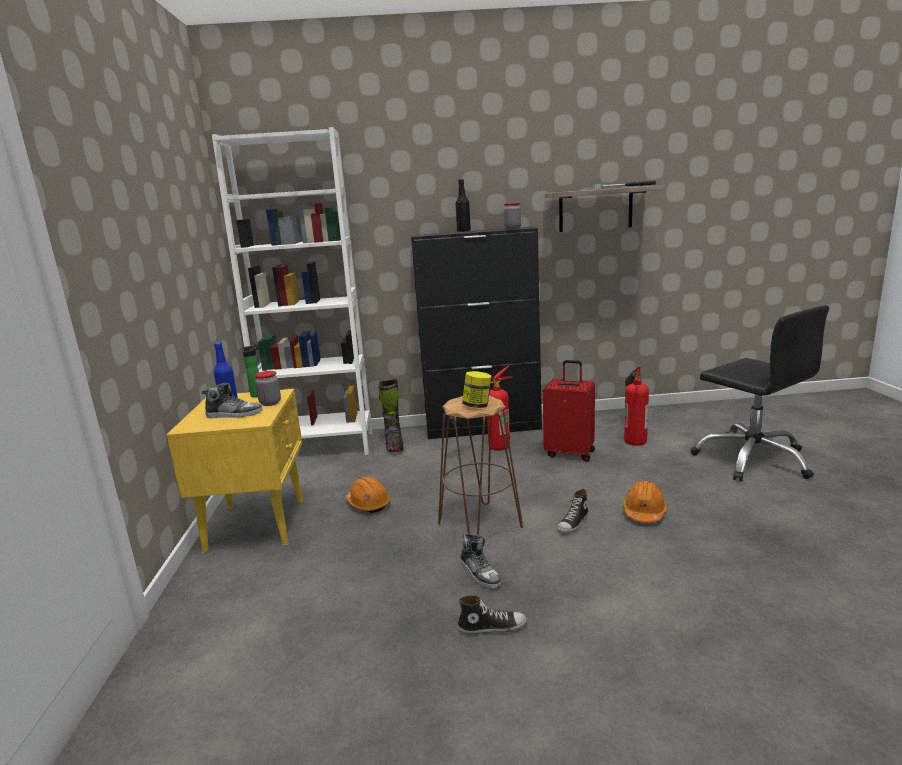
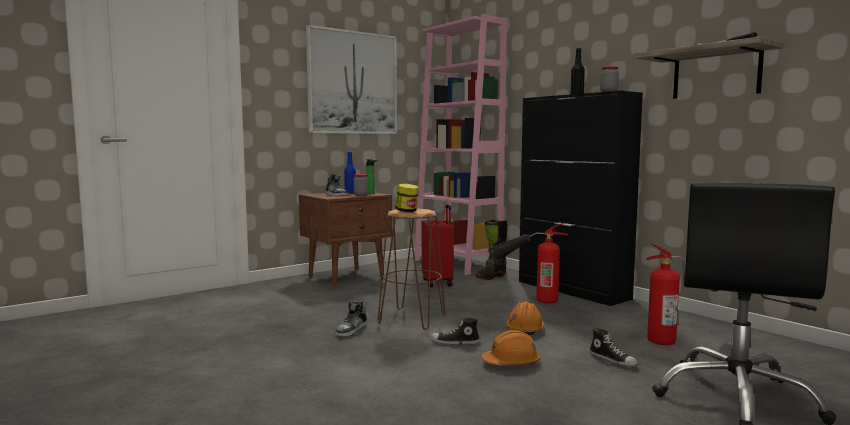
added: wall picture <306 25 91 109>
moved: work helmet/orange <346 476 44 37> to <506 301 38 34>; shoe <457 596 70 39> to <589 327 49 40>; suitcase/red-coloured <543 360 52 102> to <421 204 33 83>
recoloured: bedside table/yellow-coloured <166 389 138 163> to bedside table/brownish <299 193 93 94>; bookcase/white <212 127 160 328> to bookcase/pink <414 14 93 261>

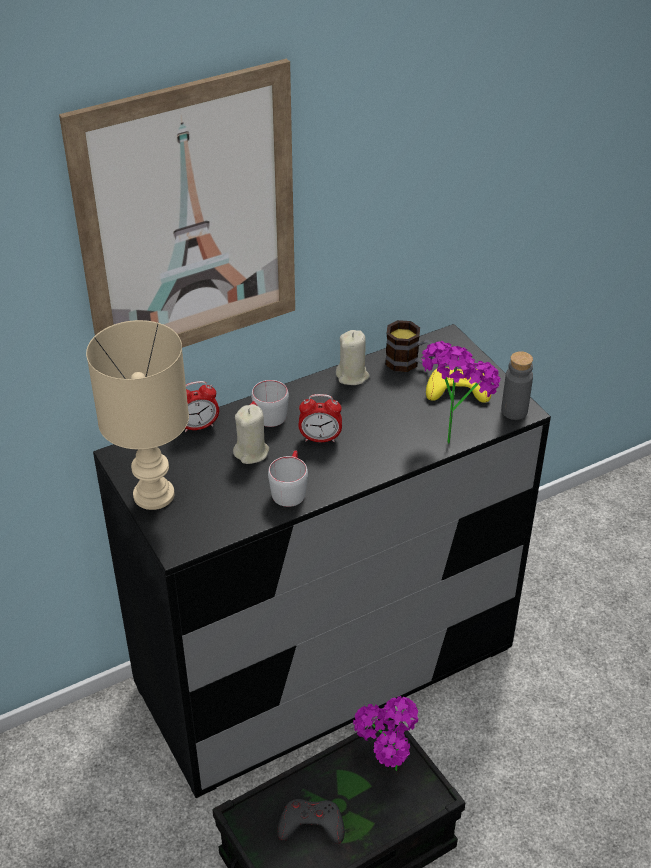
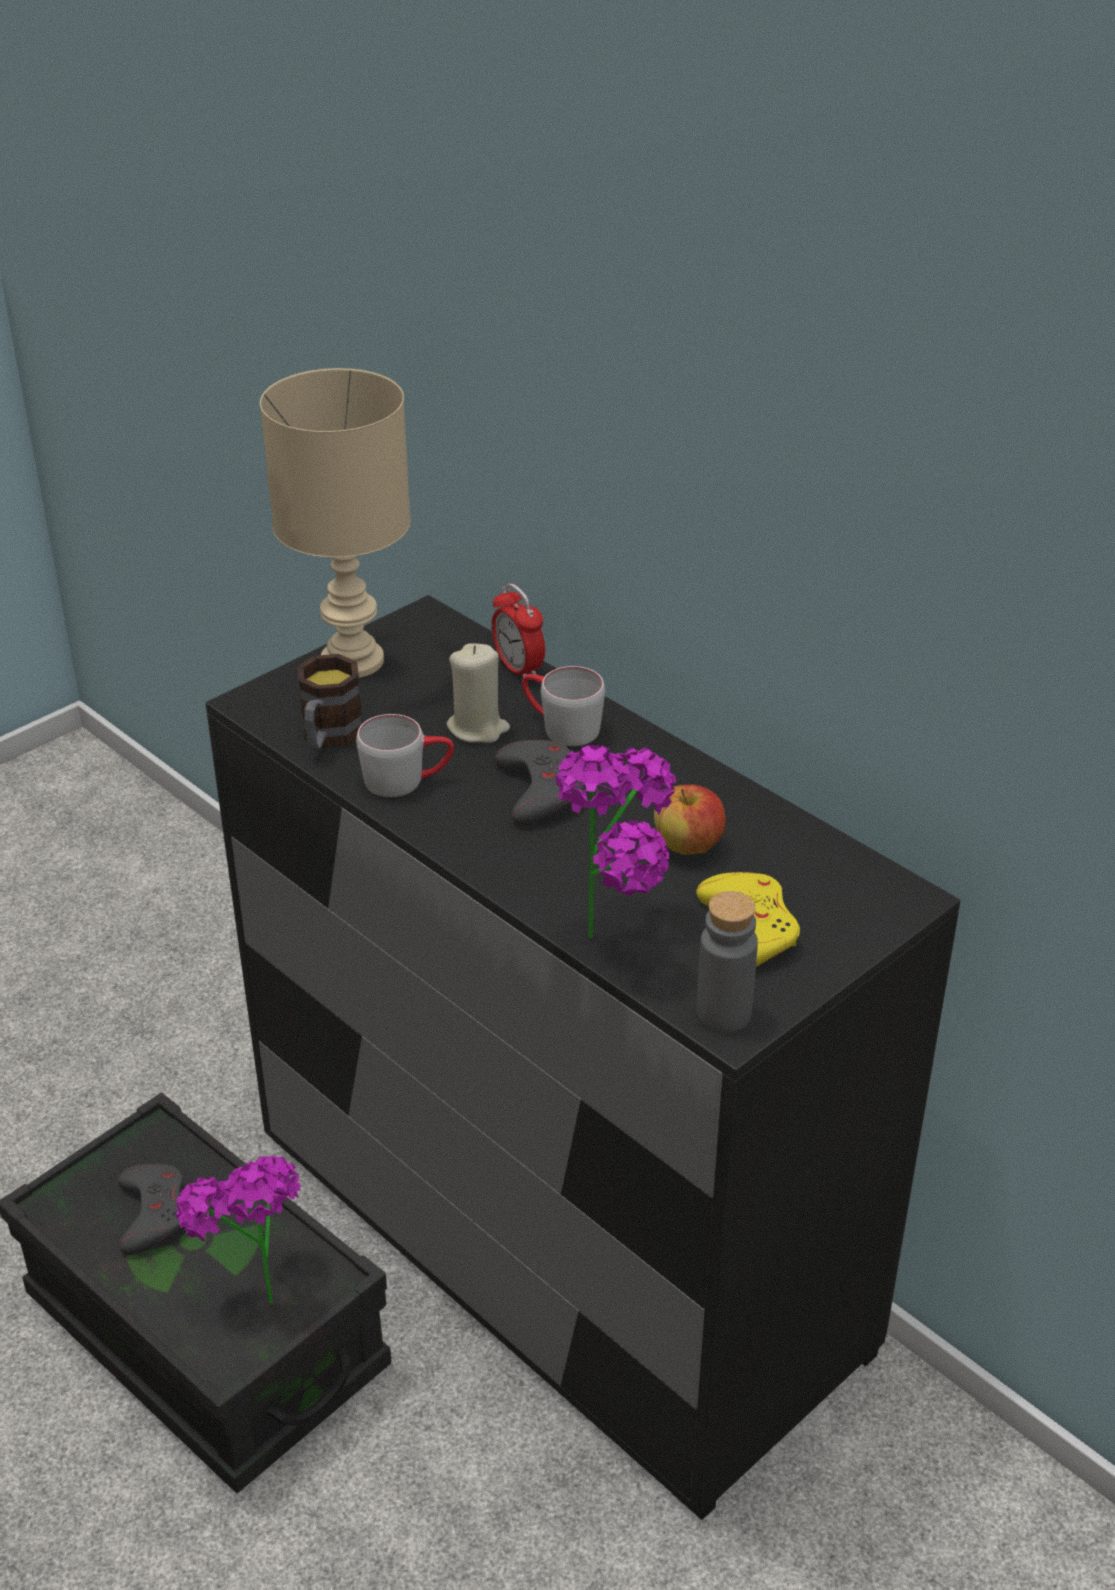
removed: wall picture <59 59 236 289>; wax candle/beige-coloured <336 330 33 55>
added: apple <654 784 72 71>
moved: coffee mug <385 320 48 52> to <297 654 65 96>
replaced: alarm clock <298 394 44 48> to joypad/grey <495 740 88 86>

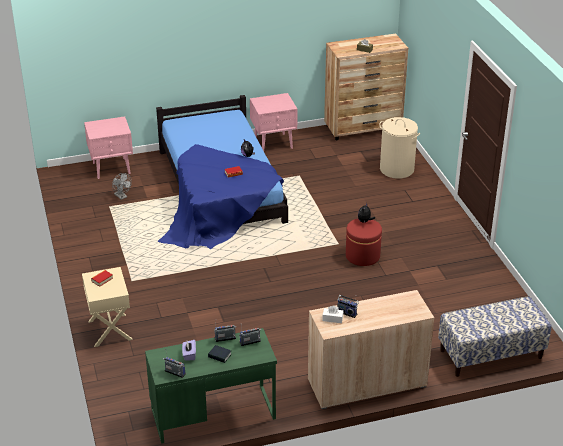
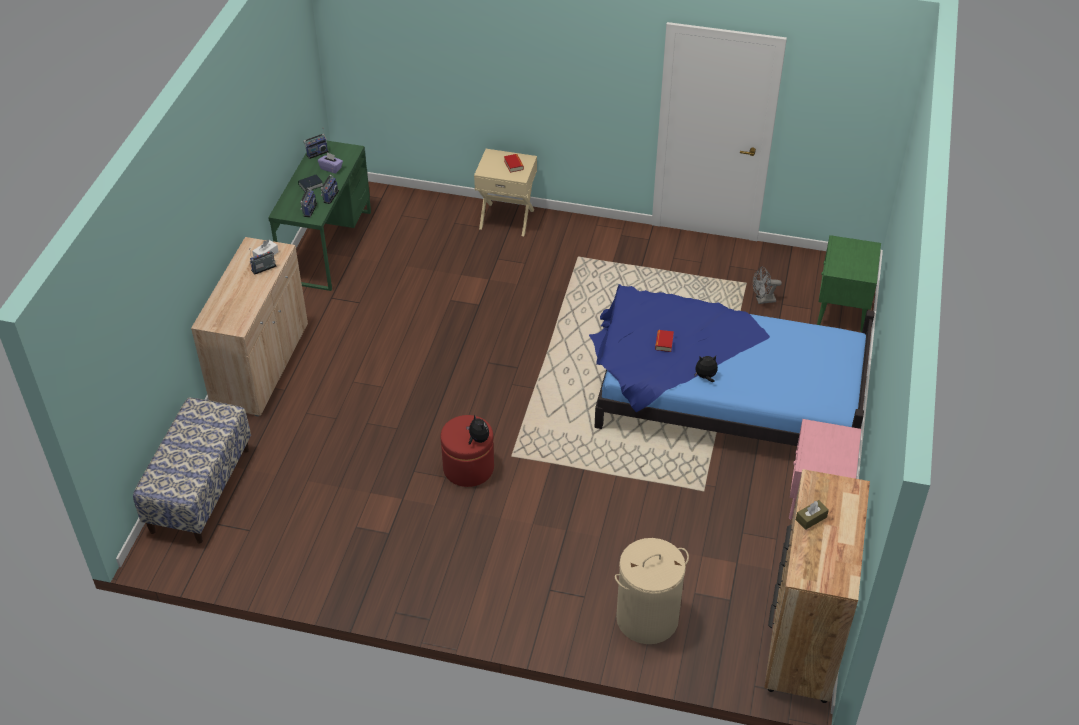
recoloured: bedside table/pink <84 116 49 63> to bedside table/green-coloured <817 235 64 97>

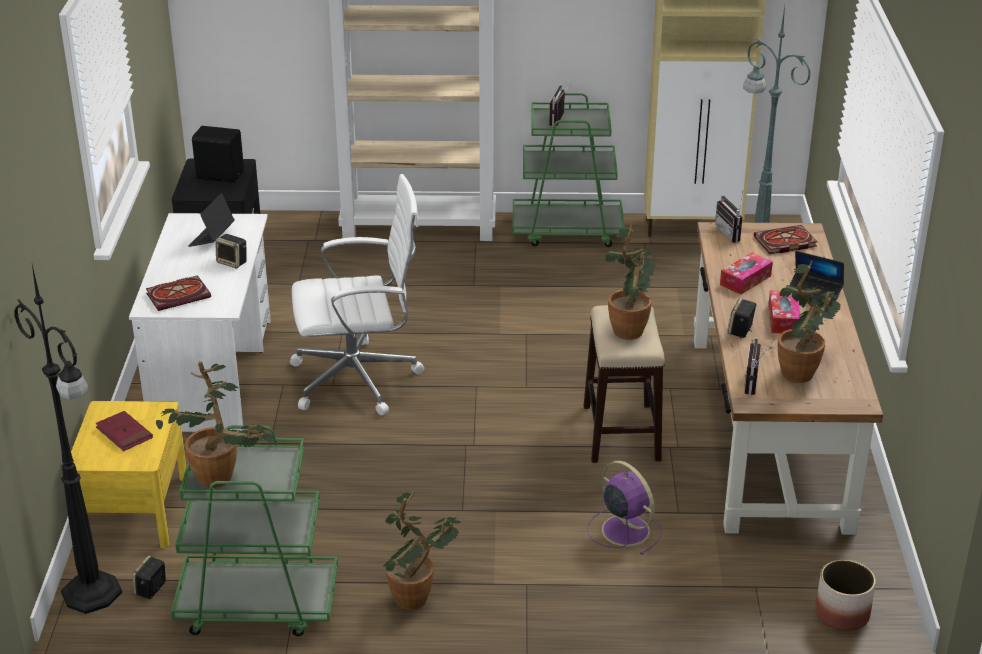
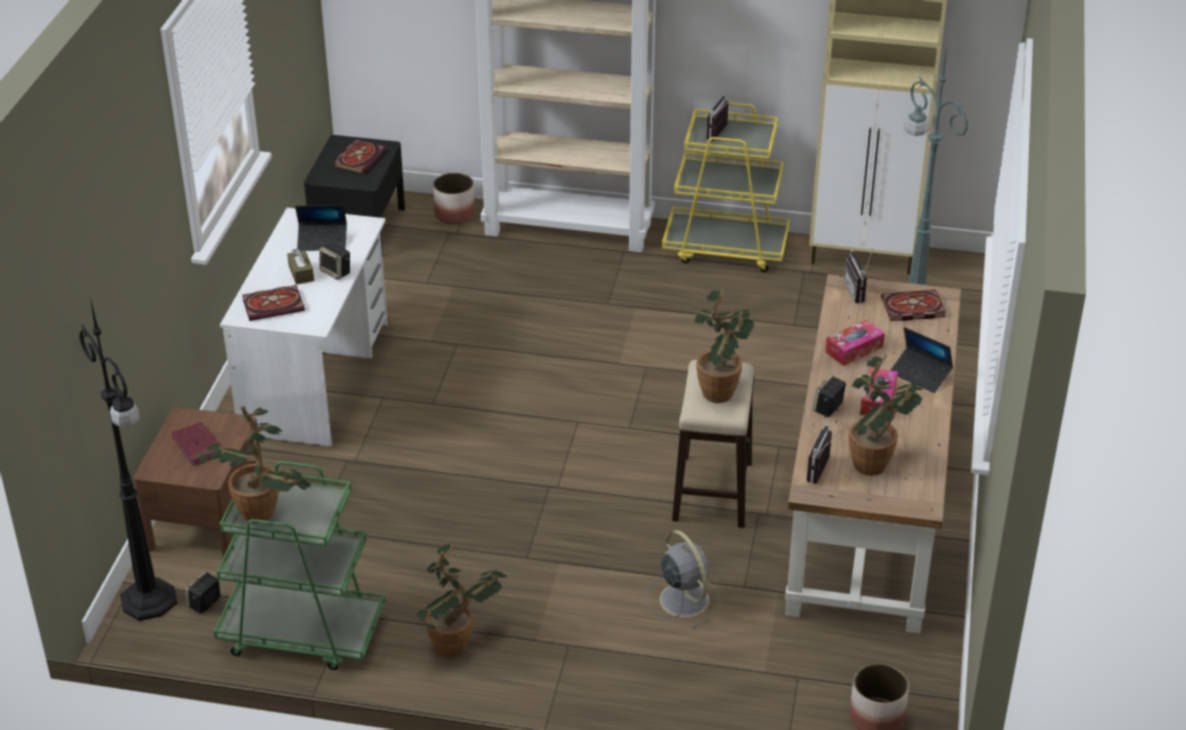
removed: computer chair/white <290 174 135 241>
added: tissue holder/brownish <287 248 27 37>; flower pot <433 173 42 51>
replaced: loudspeaker/black <192 126 52 57> to bound book <333 140 53 34>
recoloured: bedside table/yellow-coloured <71 401 115 147> to bedside table/brownish <133 407 129 155>; wheeled cart/green-coloured <512 93 113 154> to wheeled cart/yellow-coloured <662 102 128 170>; cooling fan/purple-coloured <587 461 74 94> to cooling fan/grey <645 530 76 98>
turned: laptop <188 193 47 54> = <295 205 52 46> 120 degrees counterclockwise

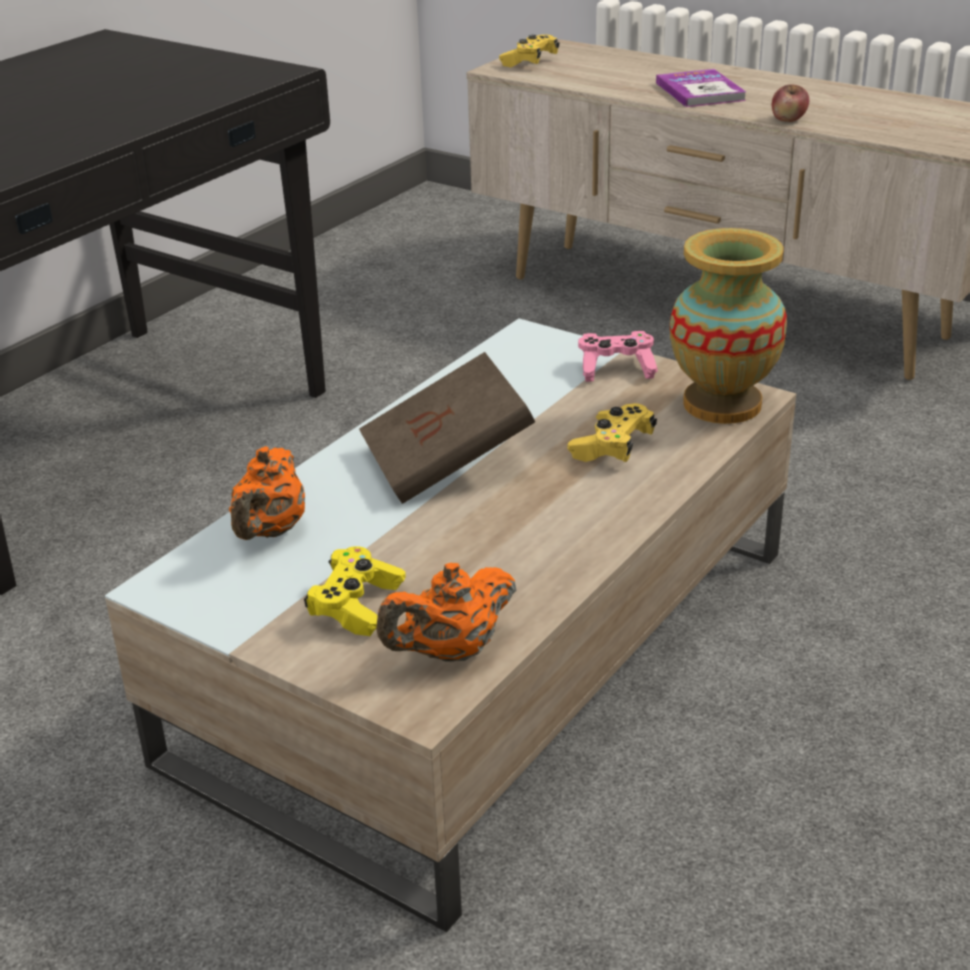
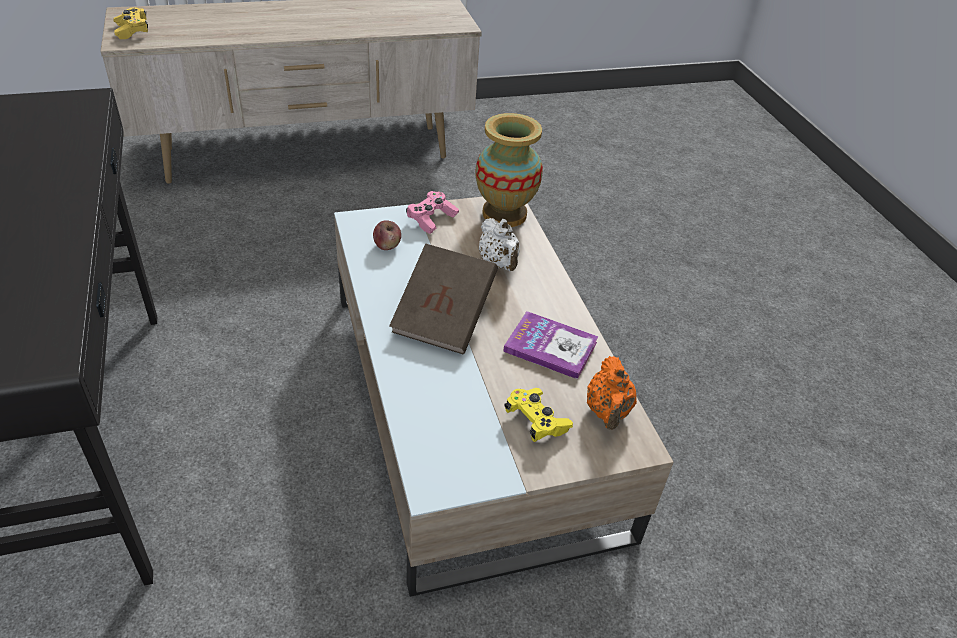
removed: pot for tea/orange <229 446 76 94>
moved: bound book <656 69 90 38> to <503 311 95 68>; apple <772 84 37 38> to <373 220 28 30>
replaced: joypad/yellow-coloured <567 403 90 59> to pot for tea/white <479 218 41 53>

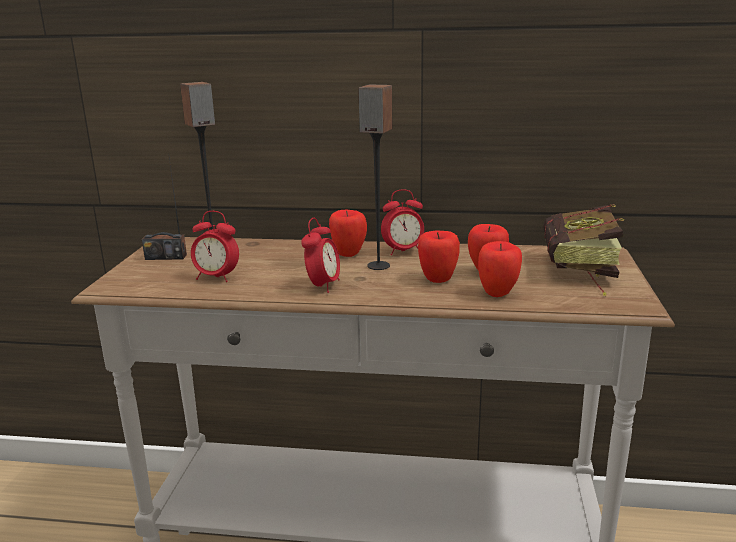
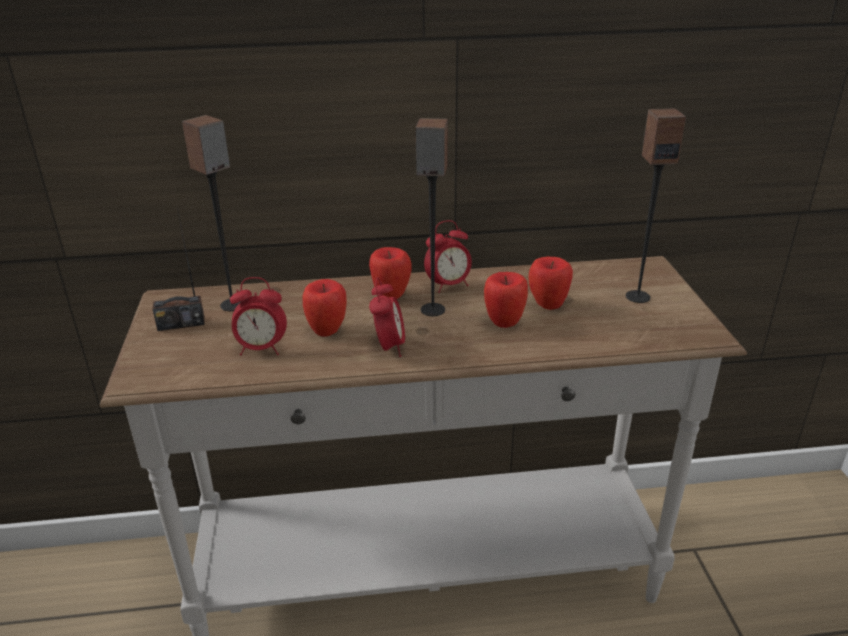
moved: apple <478 241 44 56> to <303 279 44 58>
replaced: bound book <543 205 81 91> to loudspeaker <626 108 60 195>

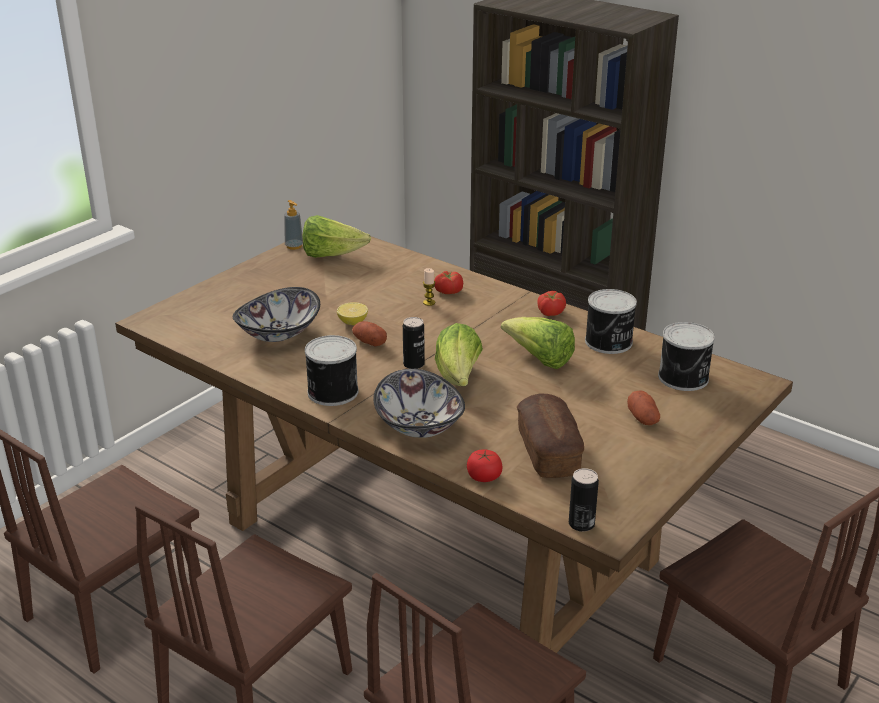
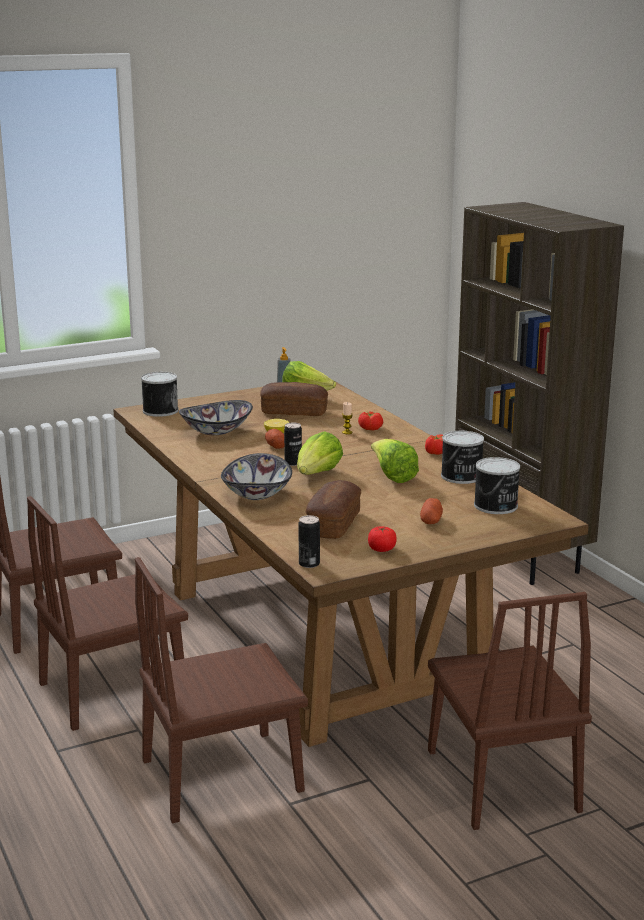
added: bakery bread <260 382 68 34>
moved: metal can <305 335 53 71> to <141 372 38 45>; tomato <467 449 35 33> to <368 526 29 26>

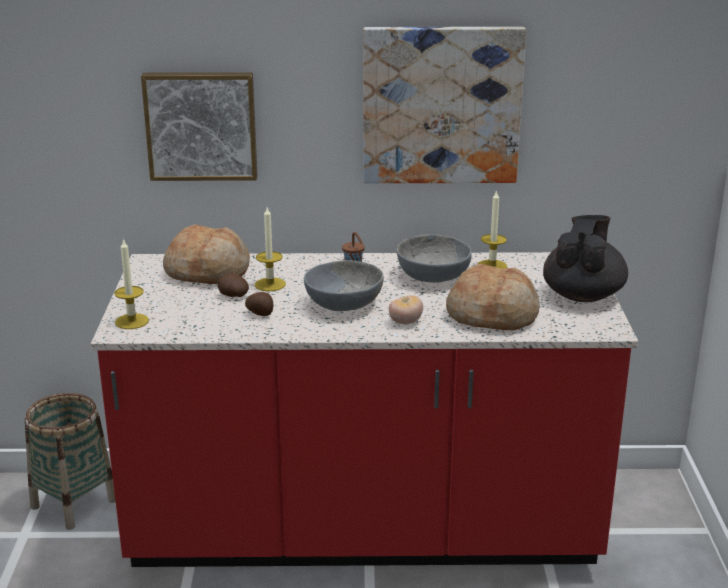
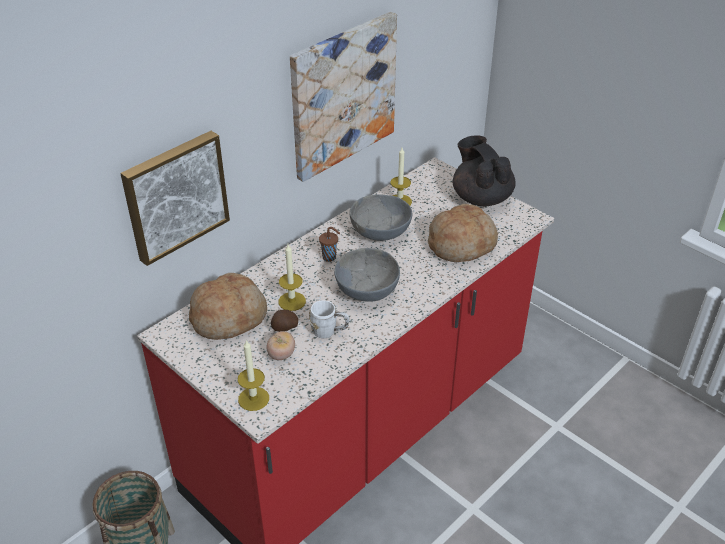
moved: tomato <389 295 34 29> to <266 331 29 29>
replaced: spud <245 292 28 24> to coffee mug/white <309 300 40 38>

